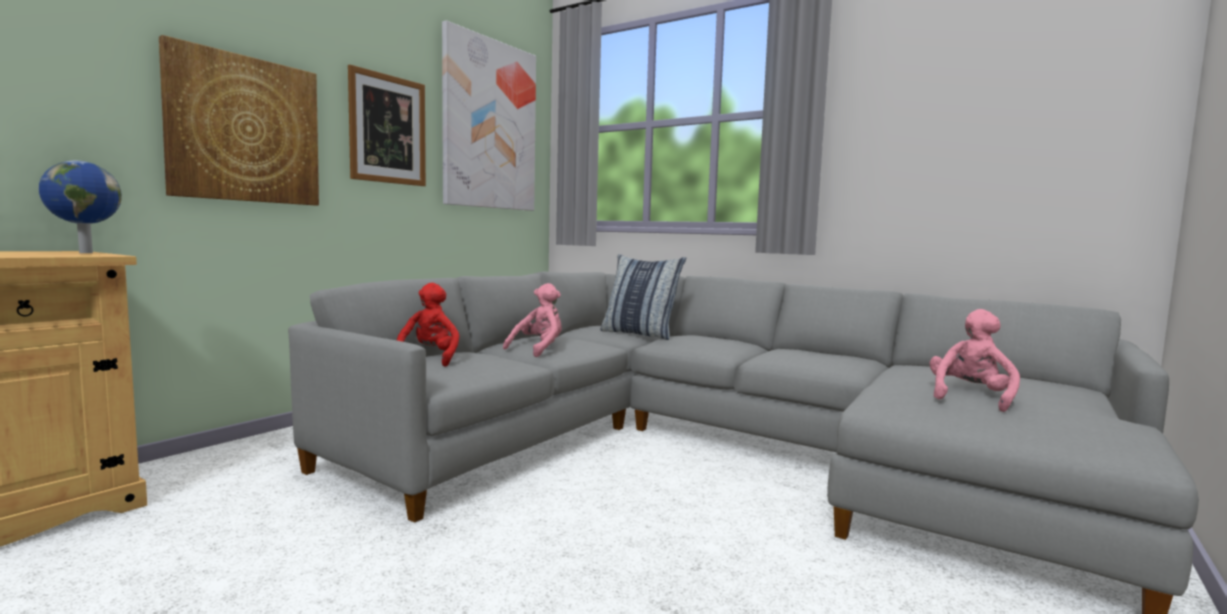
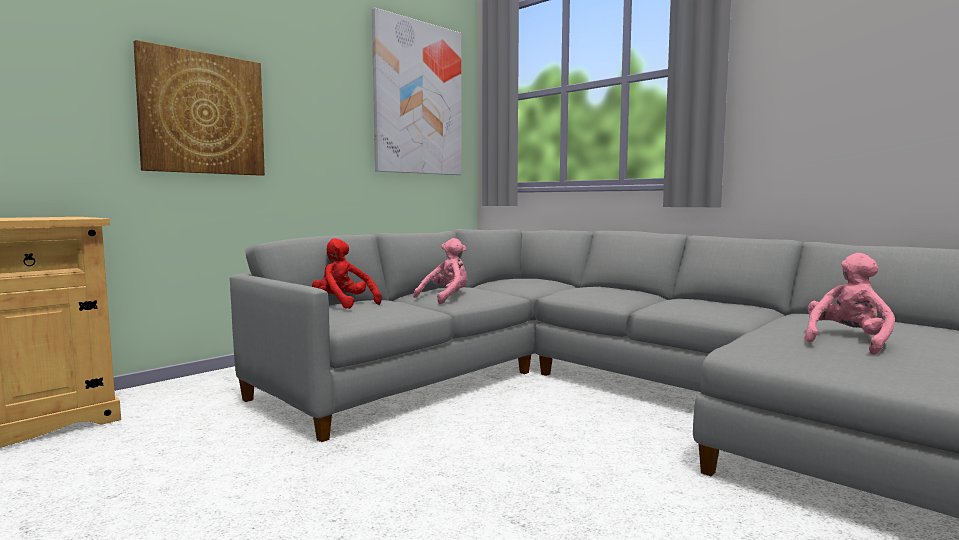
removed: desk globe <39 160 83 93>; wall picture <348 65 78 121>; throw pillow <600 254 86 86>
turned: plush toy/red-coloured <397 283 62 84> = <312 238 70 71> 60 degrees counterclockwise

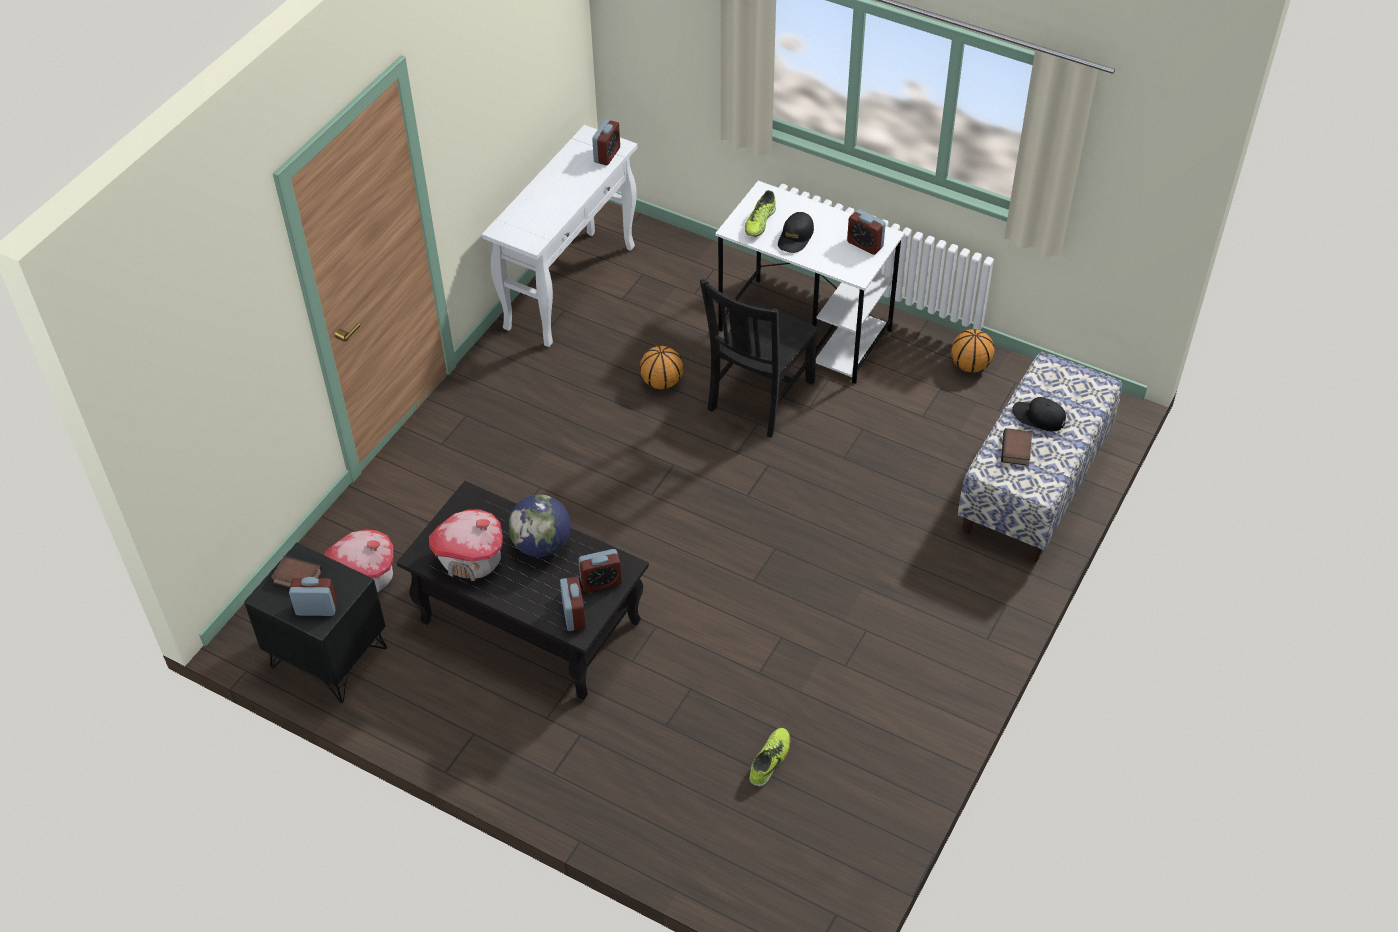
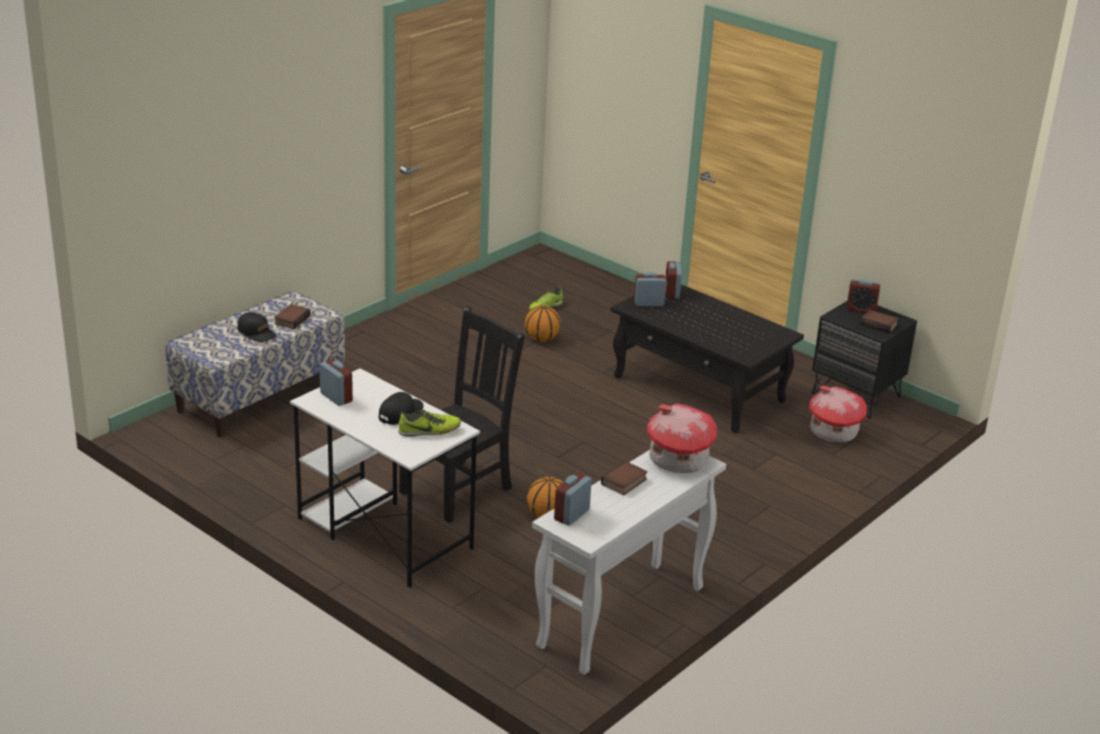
removed: desk globe <508 494 63 63>
added: bound book <601 461 47 34>
moved: model house <429 509 74 72> to <647 403 70 70>; basketball <951 329 44 44> to <525 305 36 37>
turned: shoe <745 190 31 47> = <399 410 62 27> 45 degrees clockwise

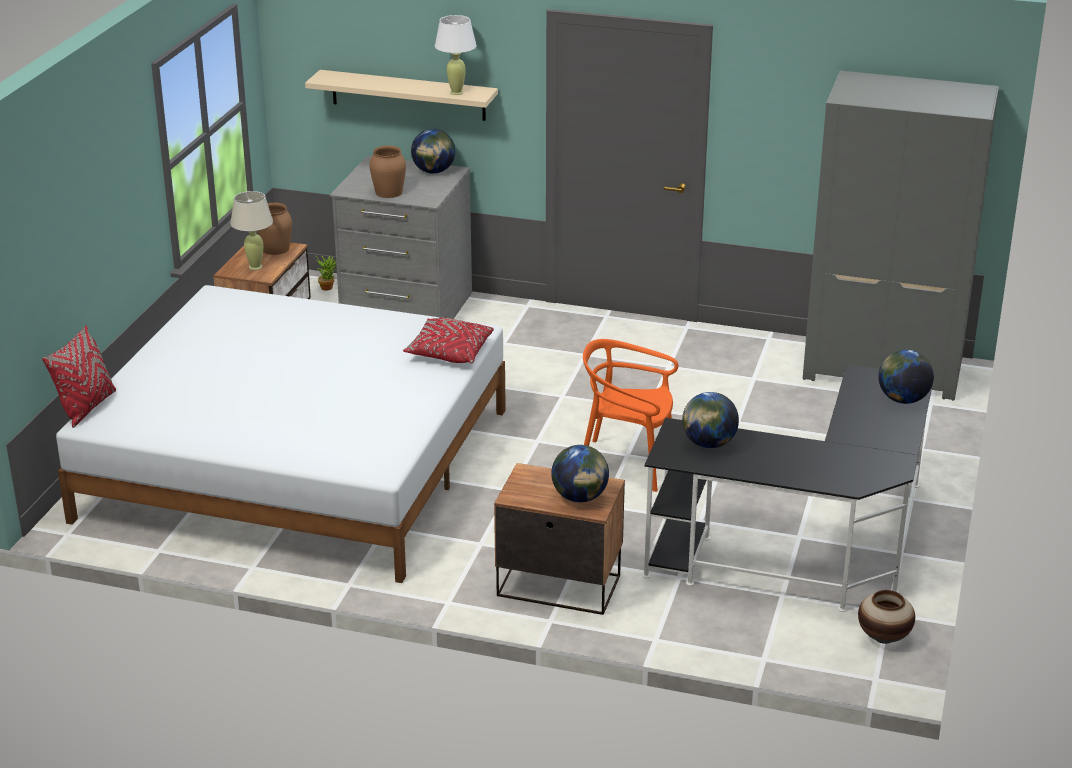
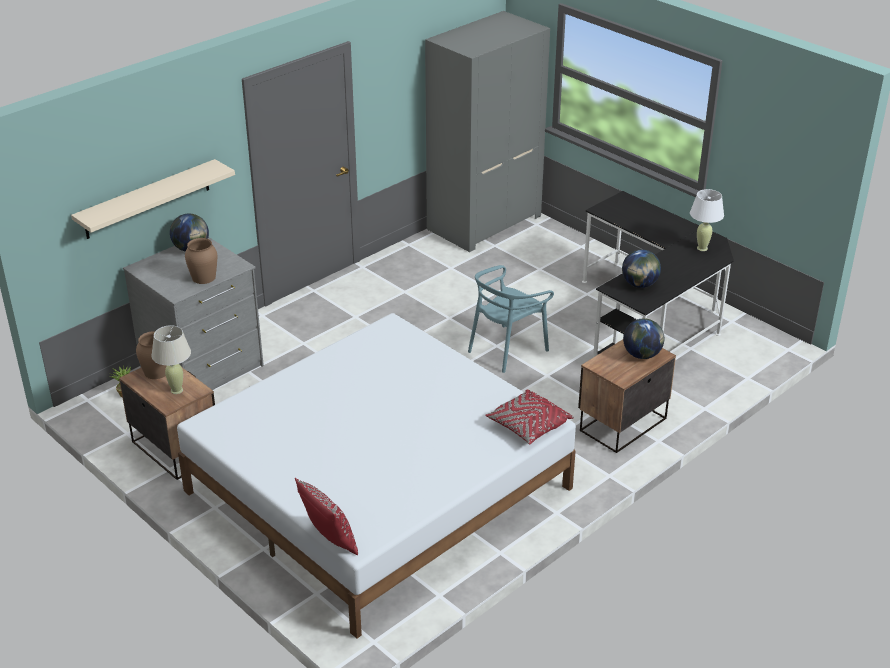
removed: decorative vase <858 590 57 54>; desk globe <879 350 55 54>
moved: throw pillow/red-coloured <403 318 91 45> to <485 390 89 55>; lamp for a table/white <435 15 42 80> to <690 189 34 62>
recoloured: plain chair/orange <583 339 95 153> to plain chair/turquoise <468 265 86 108>

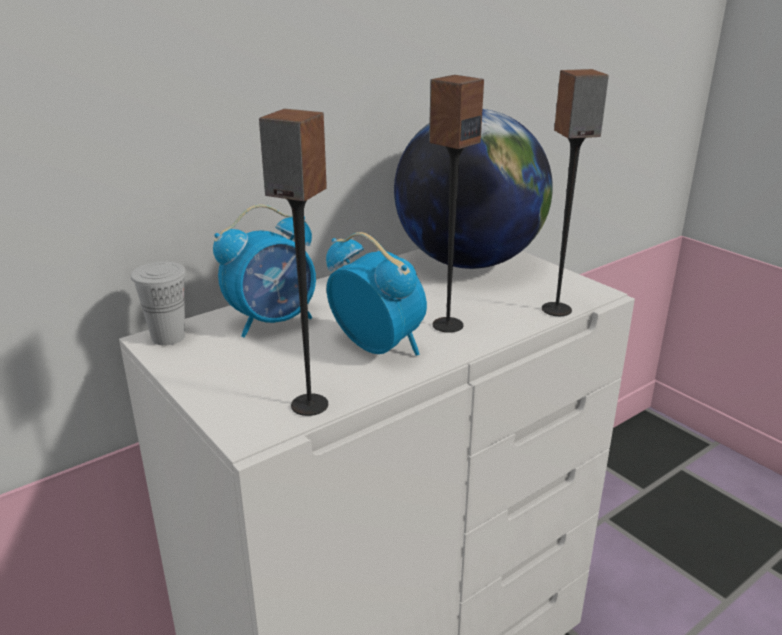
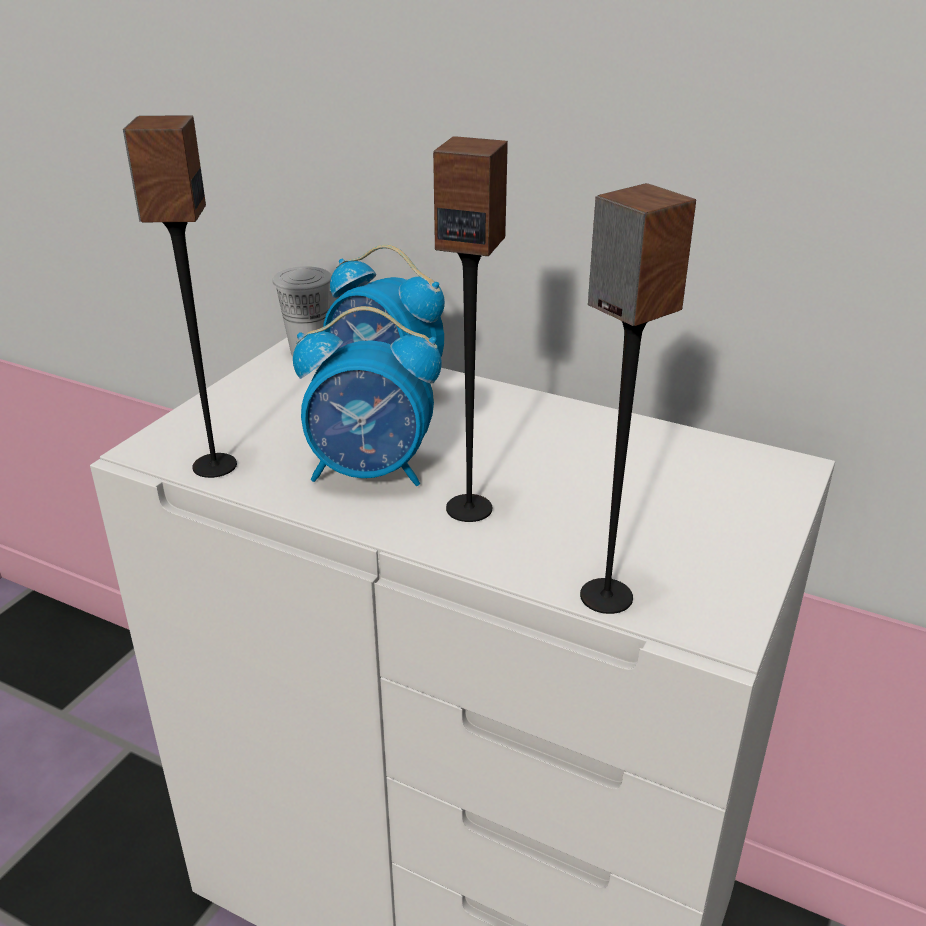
removed: desk globe <394 109 159 160>
turned: alarm clock <326 232 101 124> = <293 306 149 180> 75 degrees clockwise

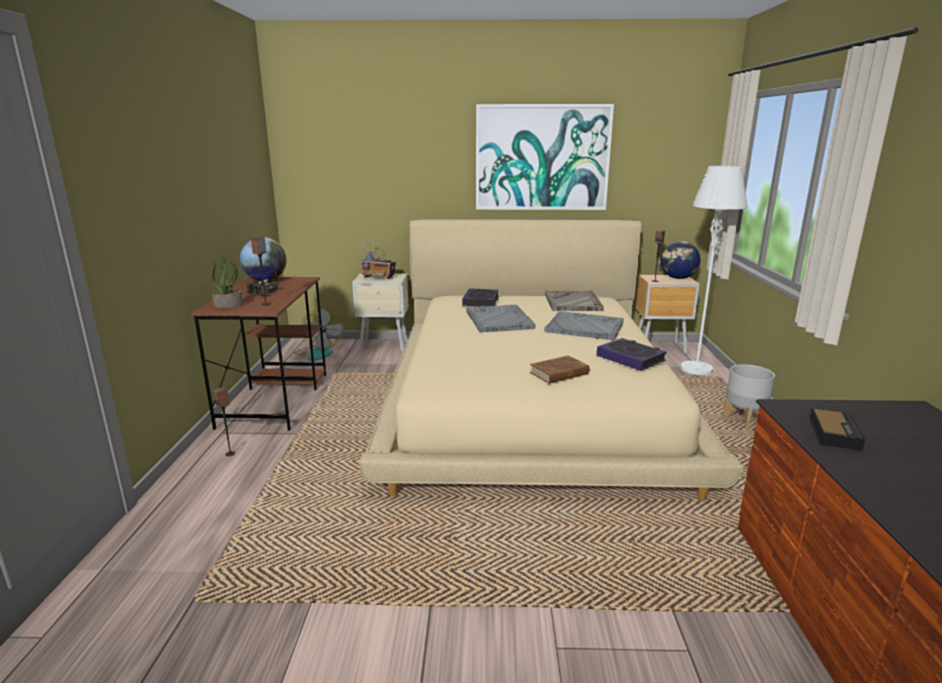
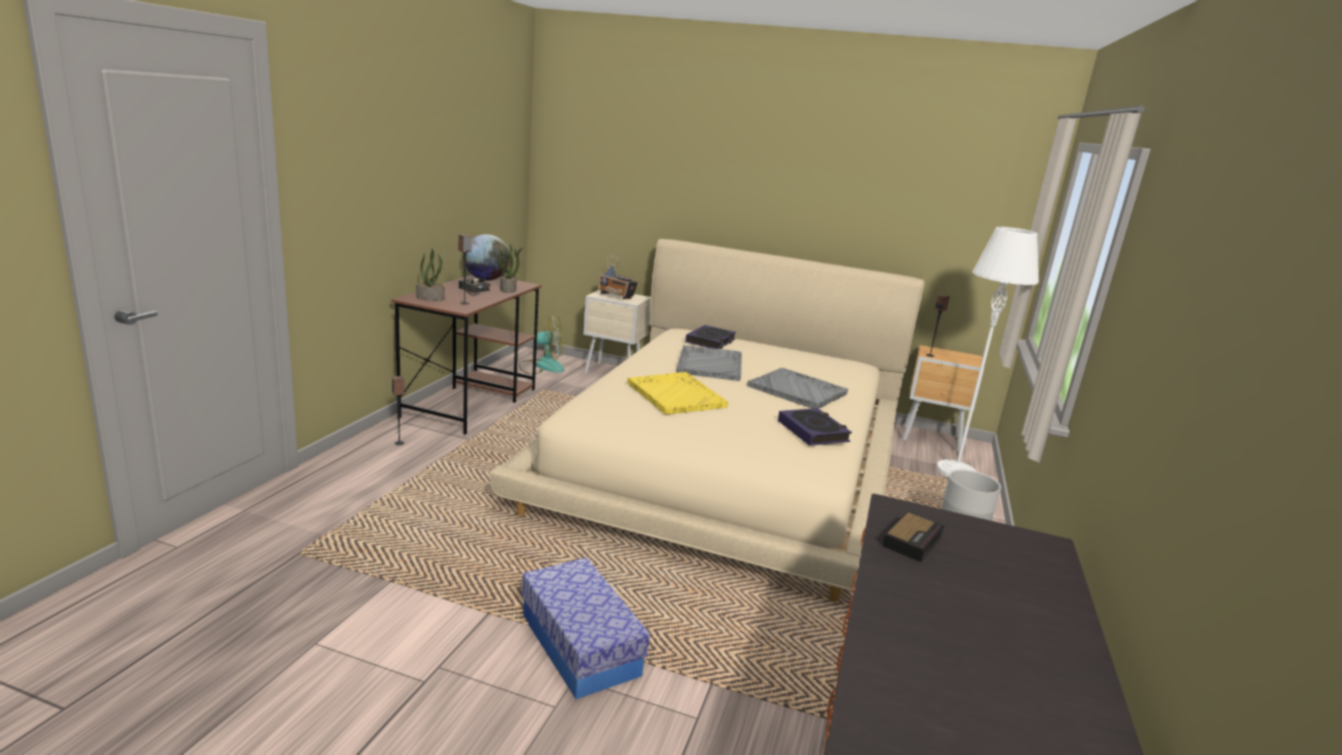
removed: wall picture <476 104 138 106>; bound book/brownish <529 355 61 29>; serving tray/grey <545 291 59 20>; desk globe <661 241 40 38>
added: plant in a pot <498 244 25 49>; storage box <521 558 129 141>; serving tray/yellow-coloured <627 372 101 42>
turned: cooling fan <294 308 50 53> = <519 314 45 61> 90 degrees counterclockwise

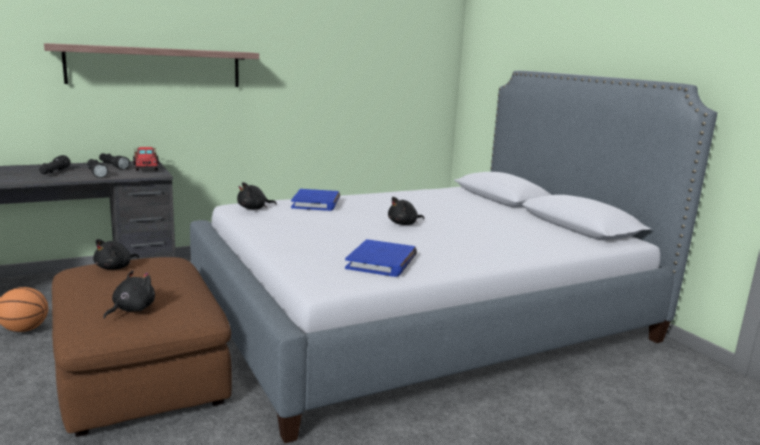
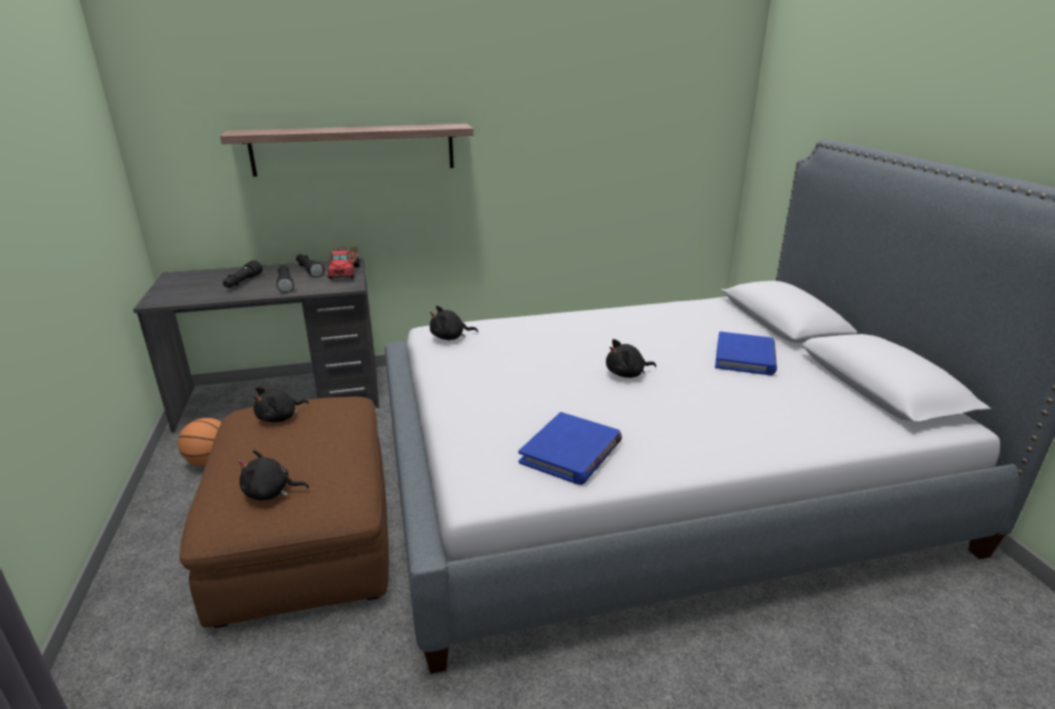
moved: bound book/blue-coloured <291 189 49 22> to <715 331 62 44>
turned: plush toy/black <103 270 52 49> = <238 450 71 50> 135 degrees counterclockwise

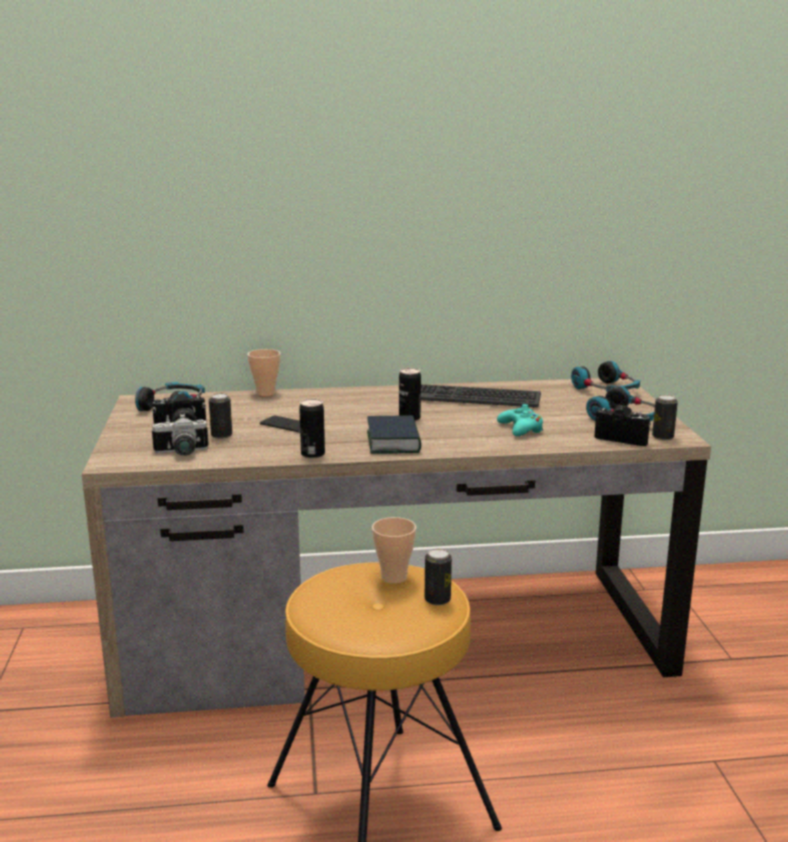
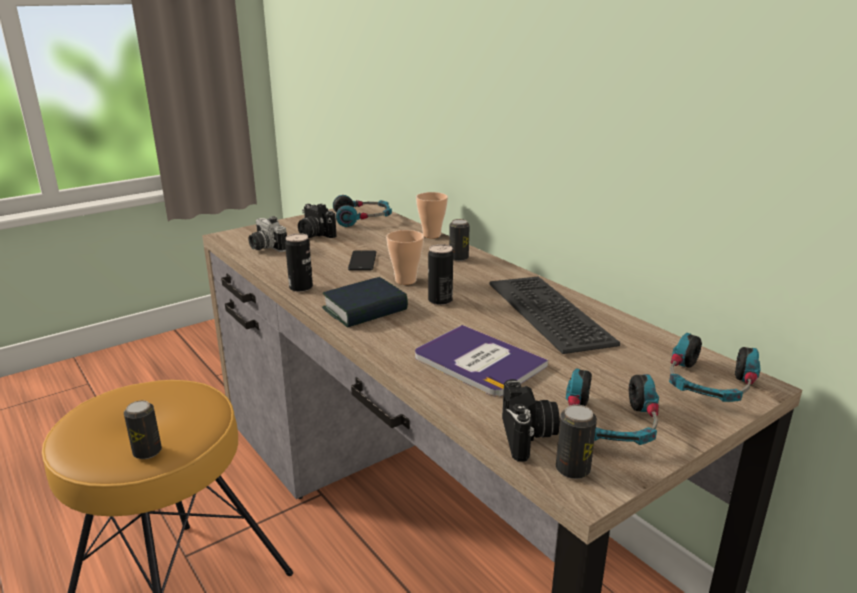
moved: metal can <209 393 23 46> to <449 219 21 42>; small cup <372 517 44 67> to <386 230 38 55>
replaced: joypad/turquoise <497 404 46 32> to bound book <415 325 133 72>

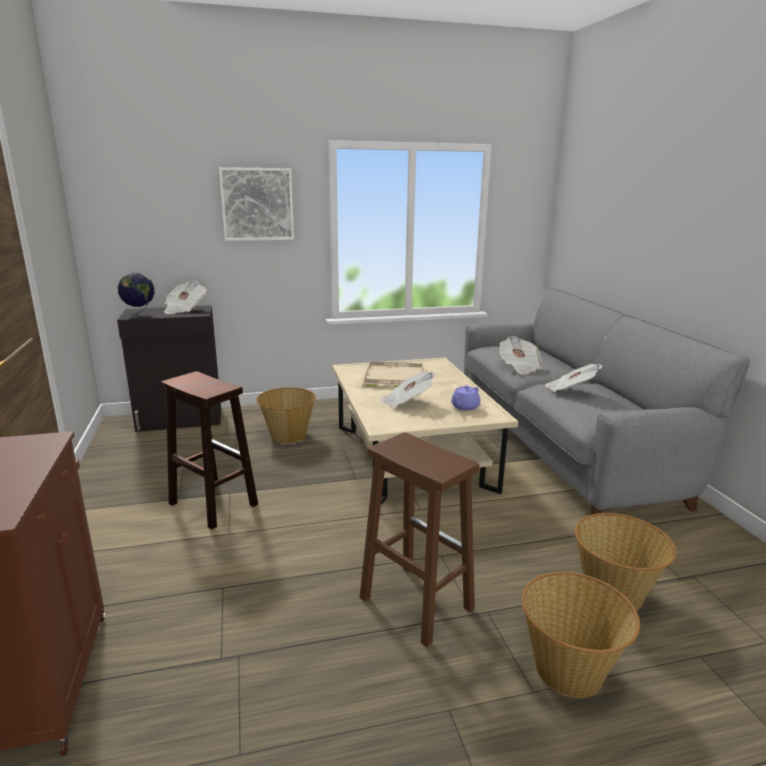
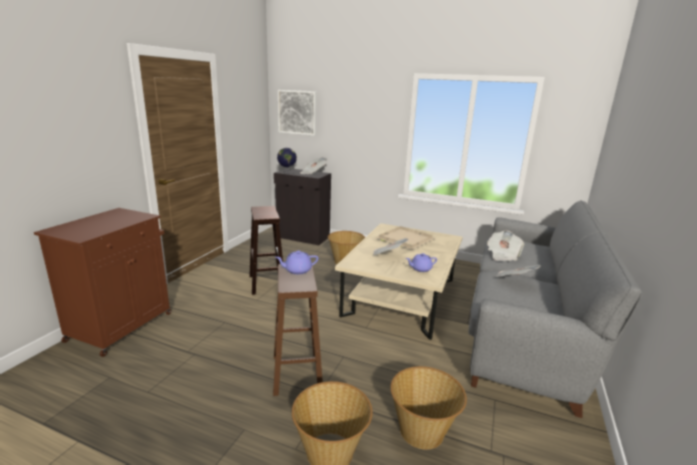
added: pot for tea/purple-coloured <275 251 43 23>
moved: wall picture <219 167 75 74> to <278 90 38 46>

